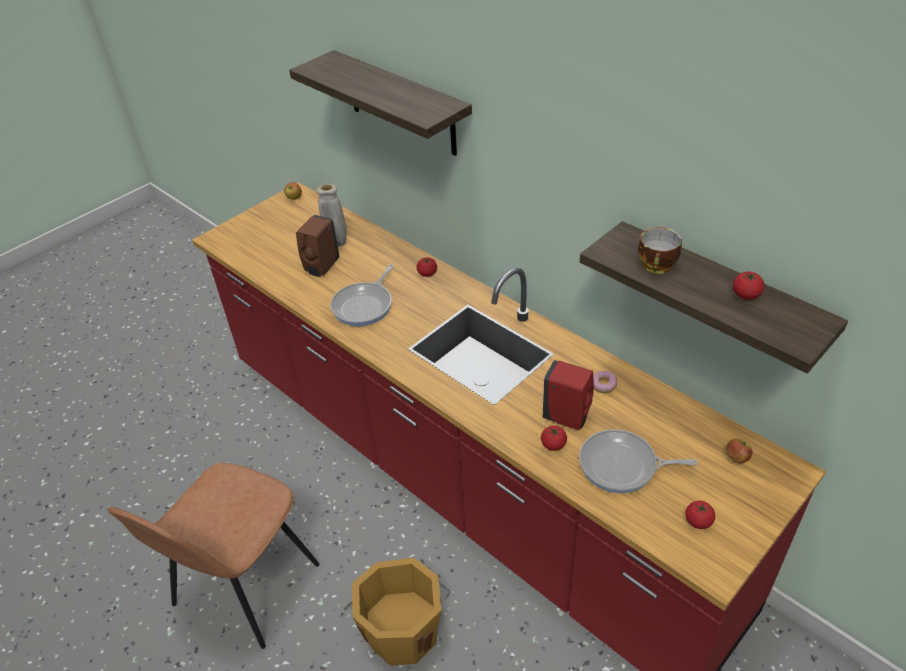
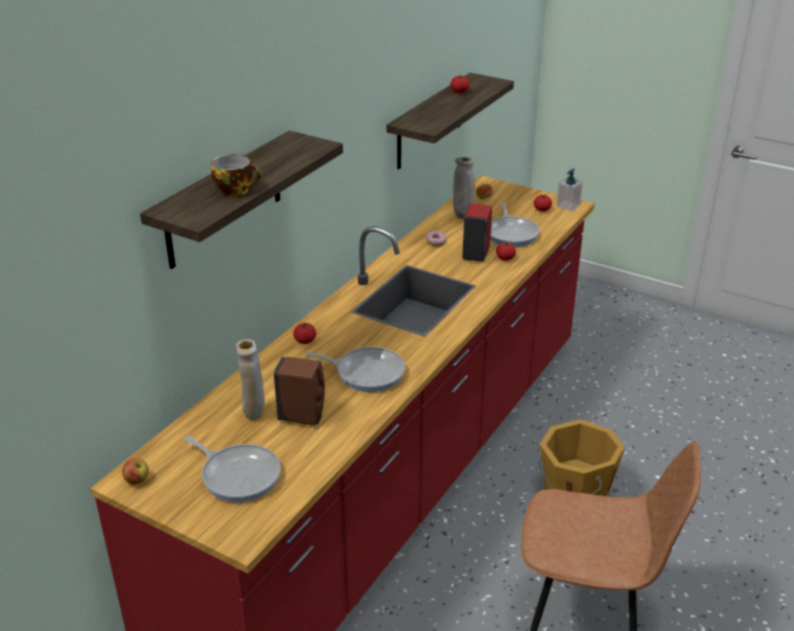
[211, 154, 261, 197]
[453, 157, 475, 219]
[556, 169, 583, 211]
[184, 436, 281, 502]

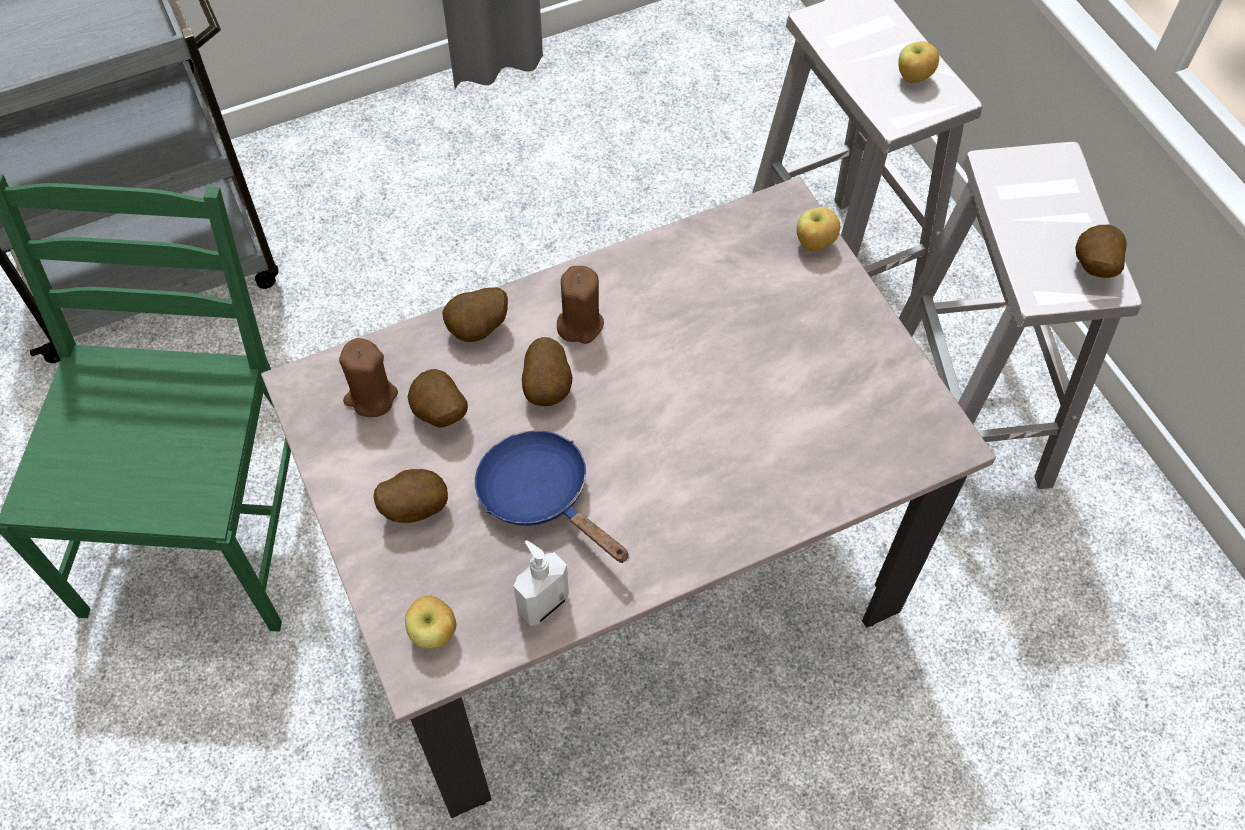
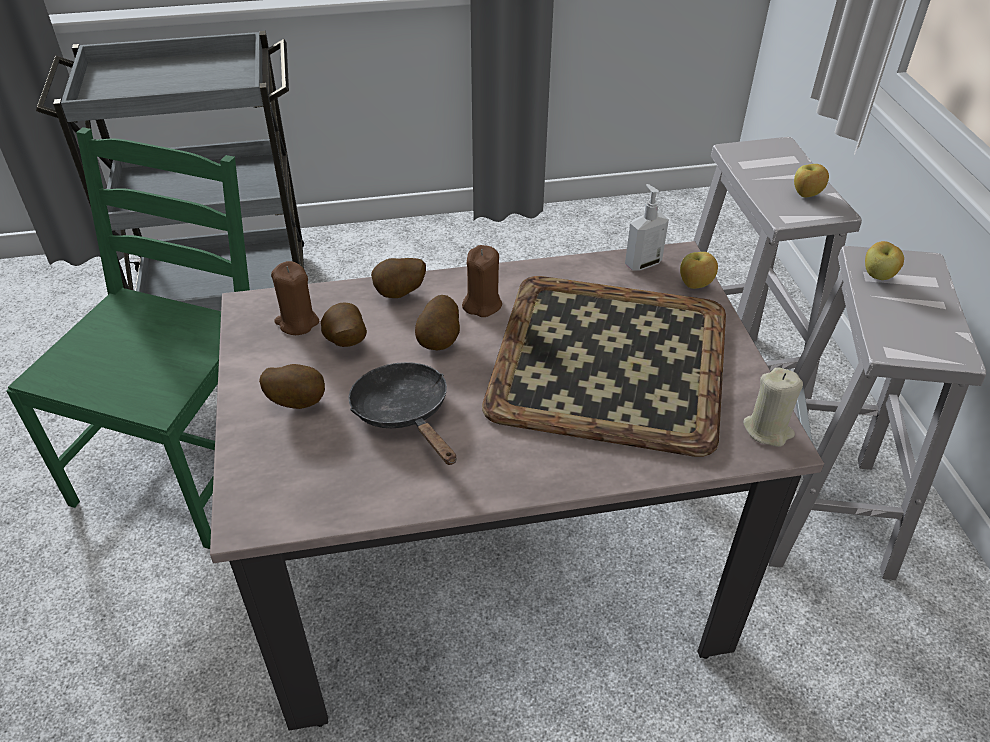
[1075, 225, 1126, 278] (first image)
[348, 362, 457, 465]
[625, 184, 669, 271]
[865, 241, 904, 280]
[482, 276, 726, 457]
[743, 367, 803, 447]

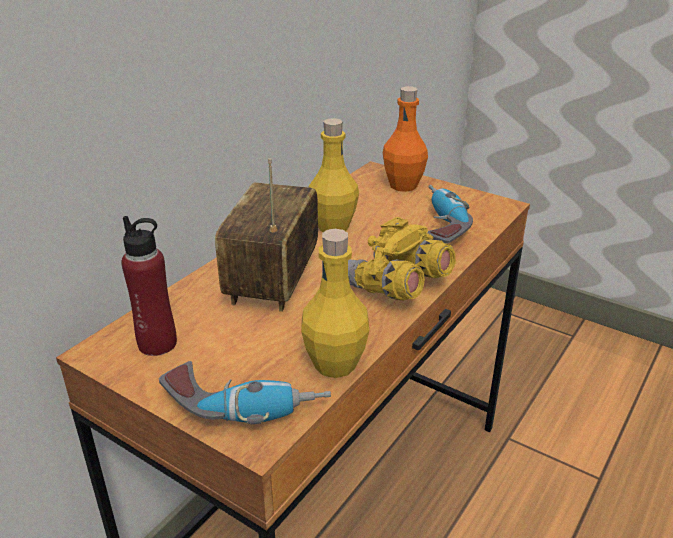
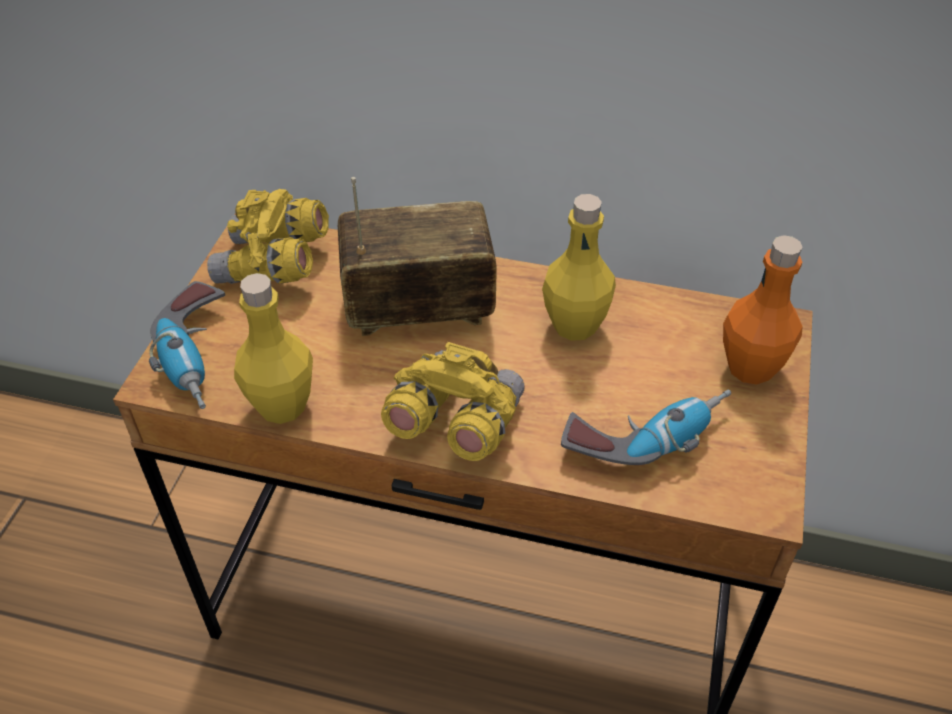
[207, 189, 329, 284]

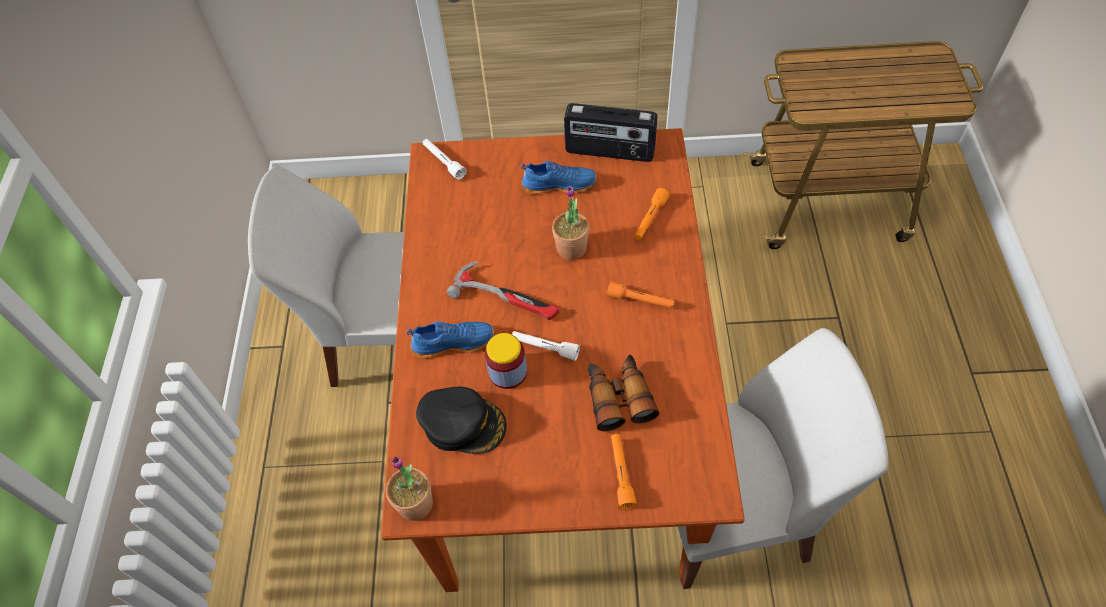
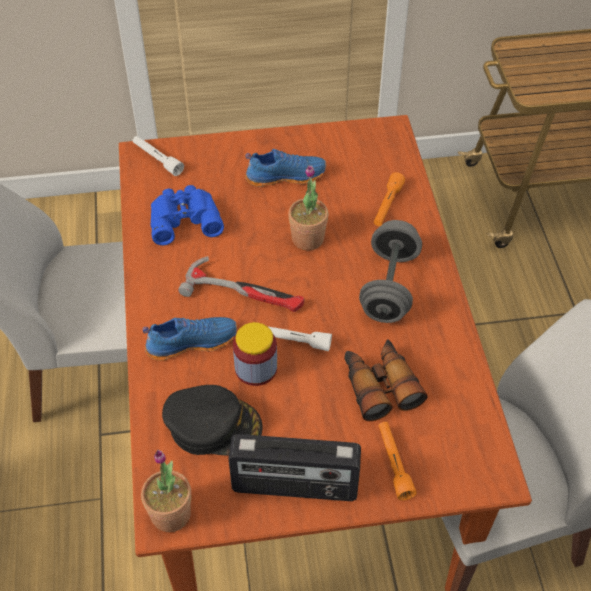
[229, 434, 361, 501]
[359, 220, 422, 323]
[150, 185, 224, 245]

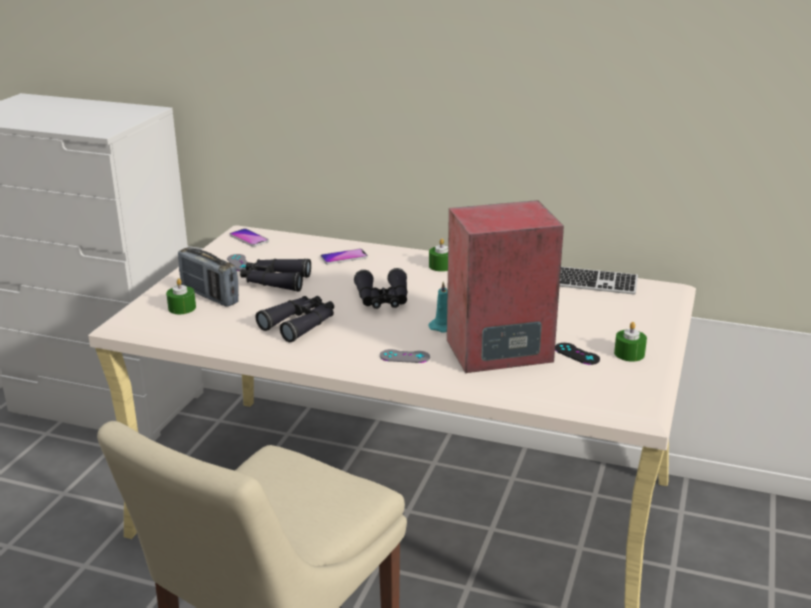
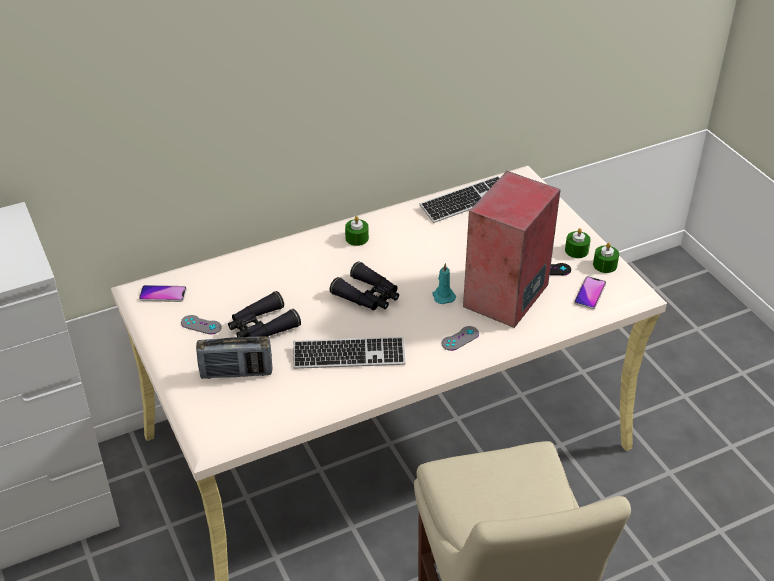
[574, 276, 606, 309]
[593, 243, 619, 273]
[293, 337, 406, 369]

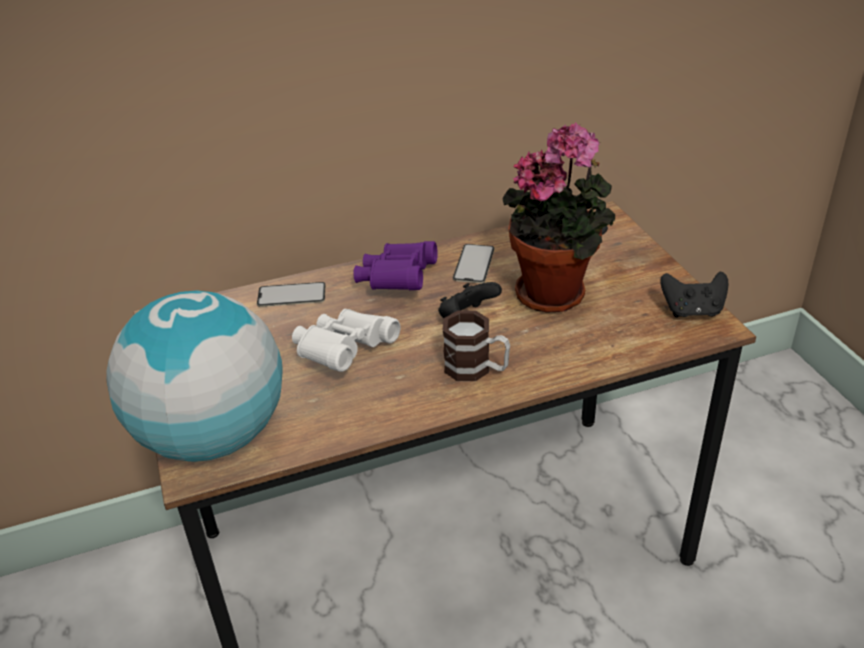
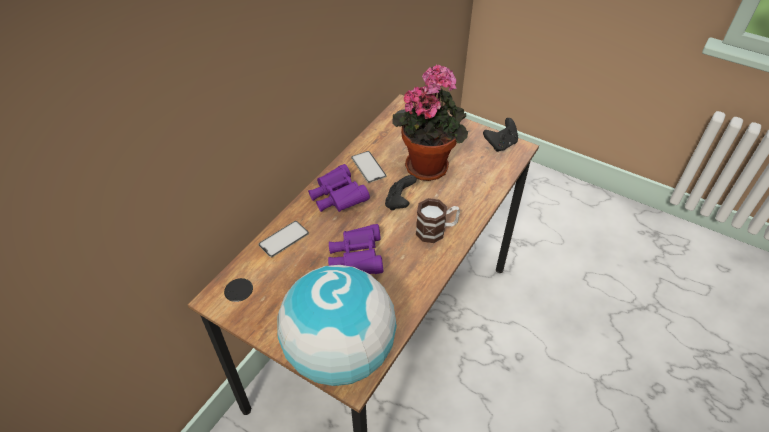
[328, 224, 383, 274]

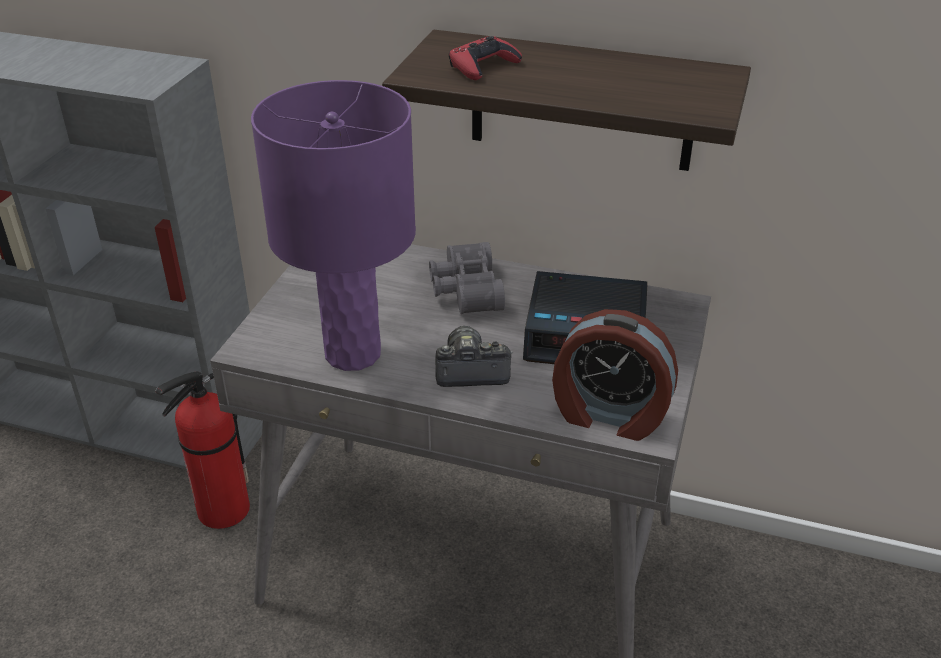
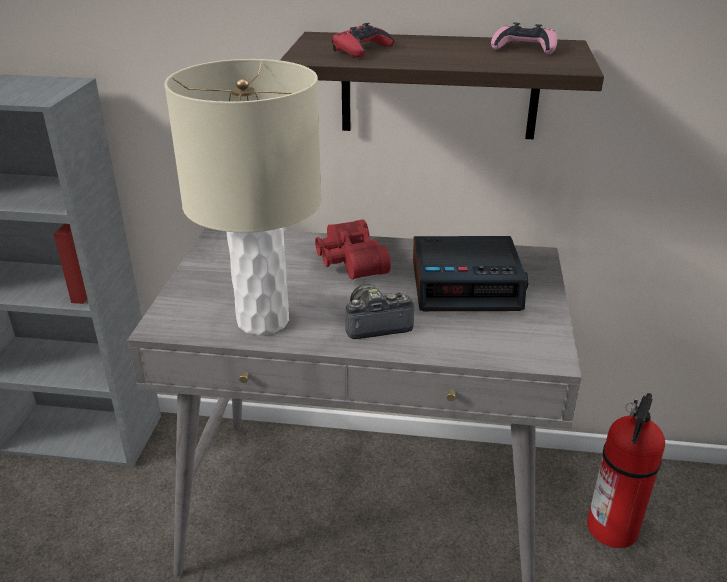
[164, 59, 322, 336]
[315, 220, 391, 280]
[552, 309, 678, 441] (first image)
[587, 393, 665, 548]
[491, 23, 557, 54]

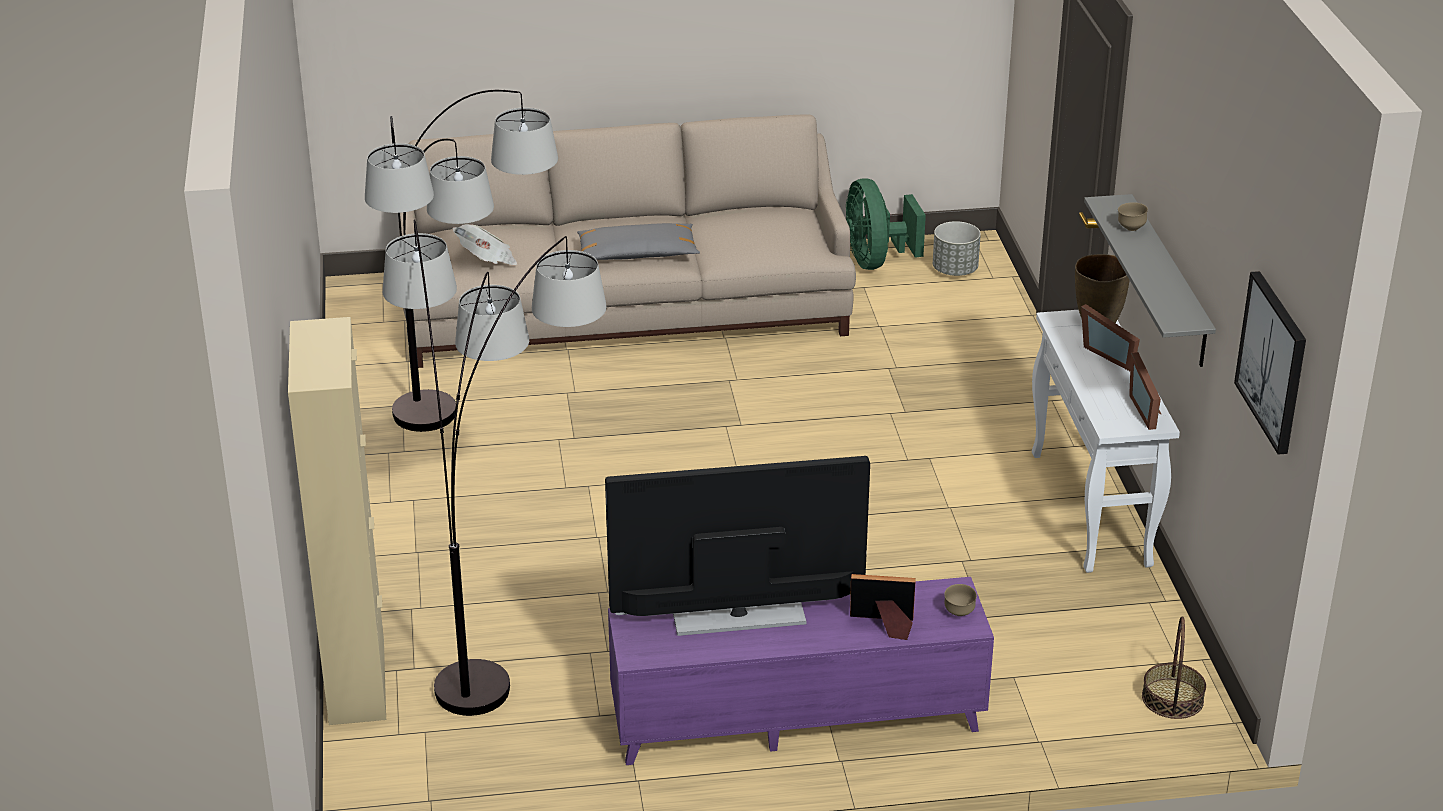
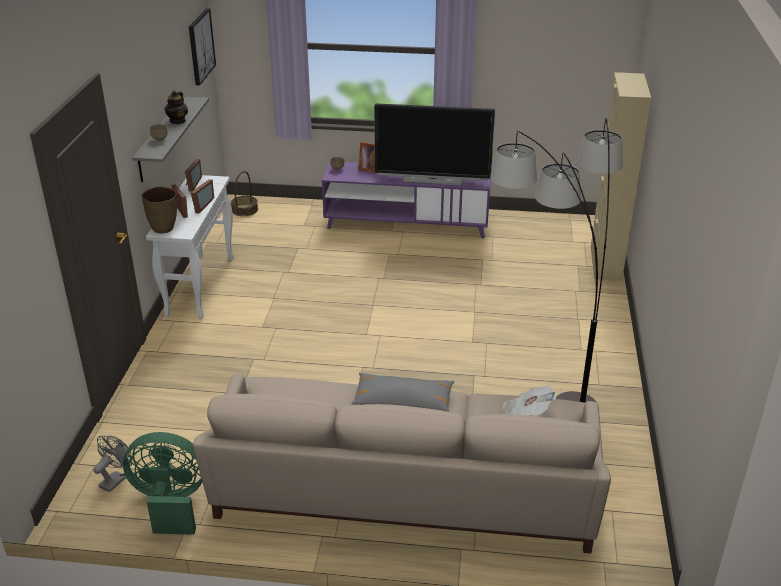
[123, 432, 202, 535]
[383, 219, 607, 716] (first image)
[94, 436, 132, 492]
[164, 91, 188, 124]
[191, 179, 214, 214]

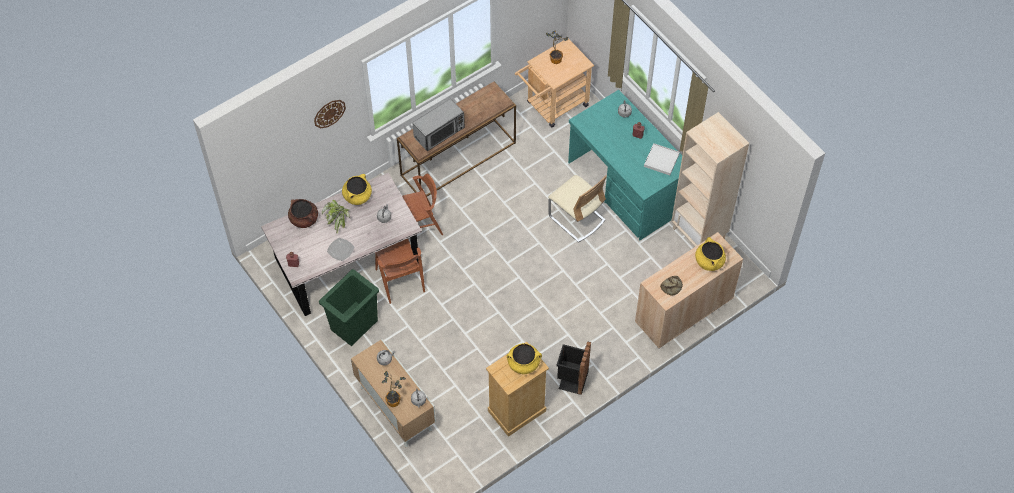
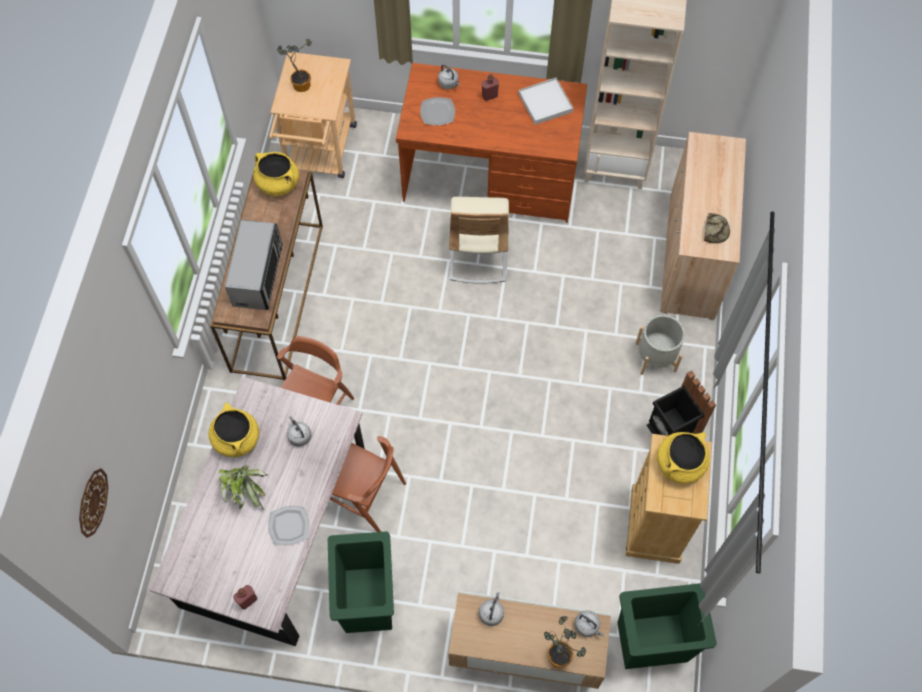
[396, 63, 587, 223]
[79, 468, 108, 538]
[449, 197, 509, 284]
[288, 199, 318, 228] (first image)
[253, 152, 299, 196]
[420, 97, 455, 125]
[635, 315, 685, 375]
[617, 583, 717, 669]

